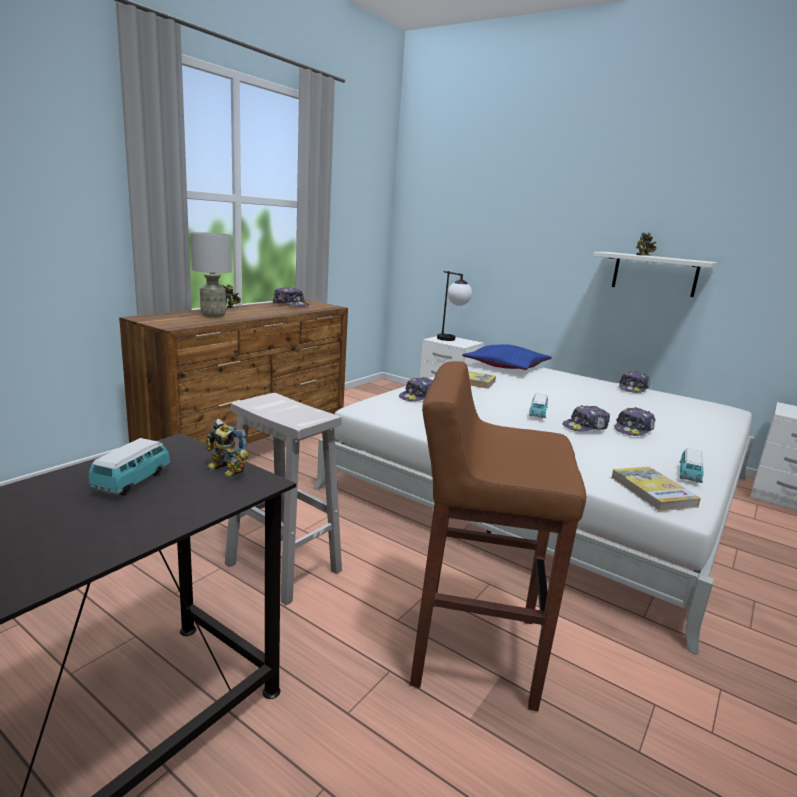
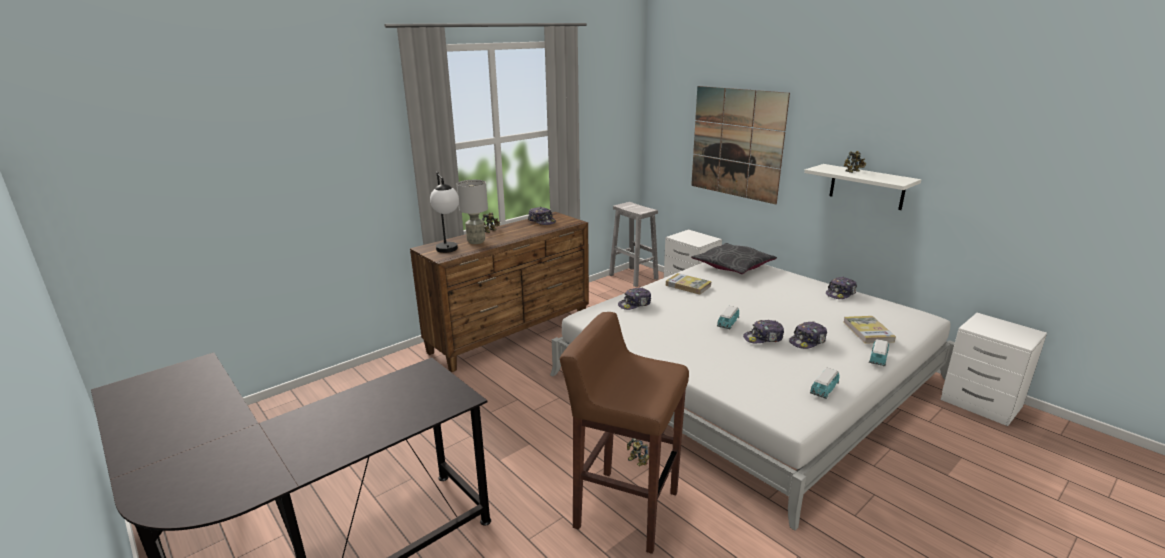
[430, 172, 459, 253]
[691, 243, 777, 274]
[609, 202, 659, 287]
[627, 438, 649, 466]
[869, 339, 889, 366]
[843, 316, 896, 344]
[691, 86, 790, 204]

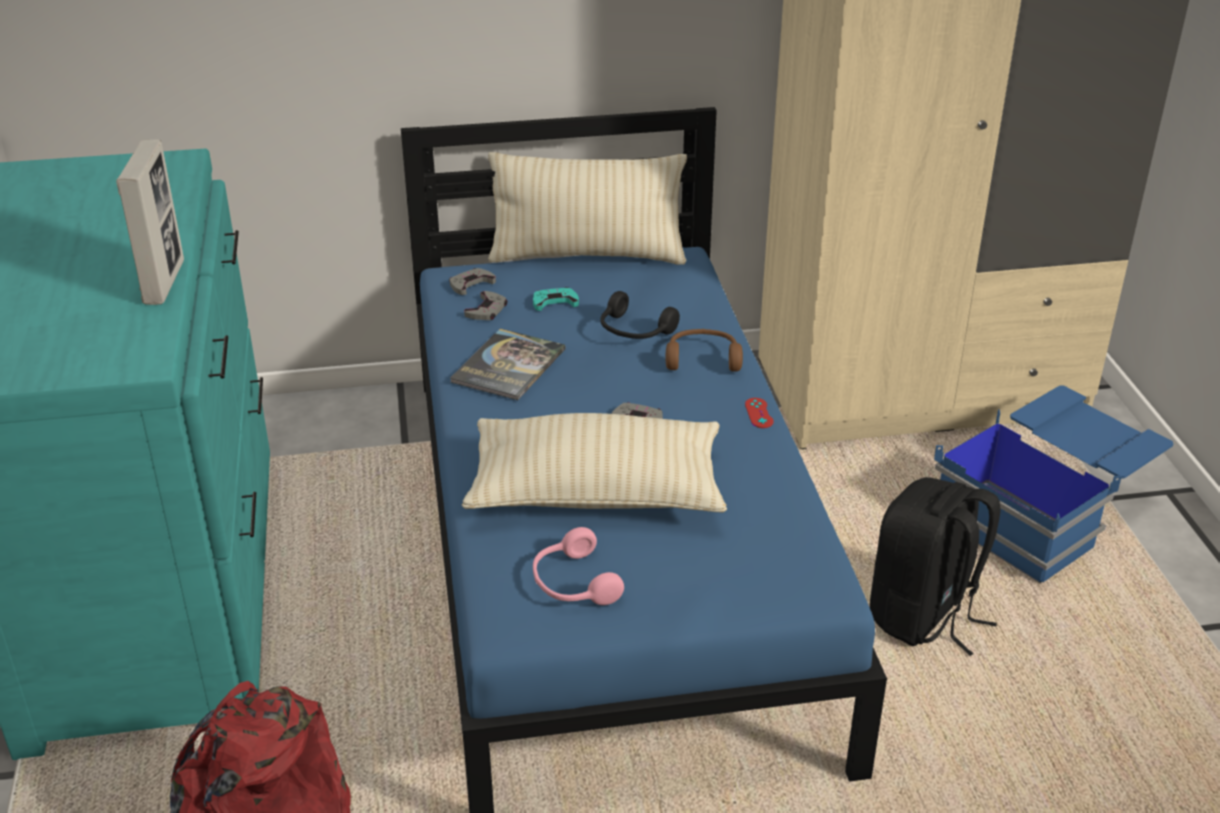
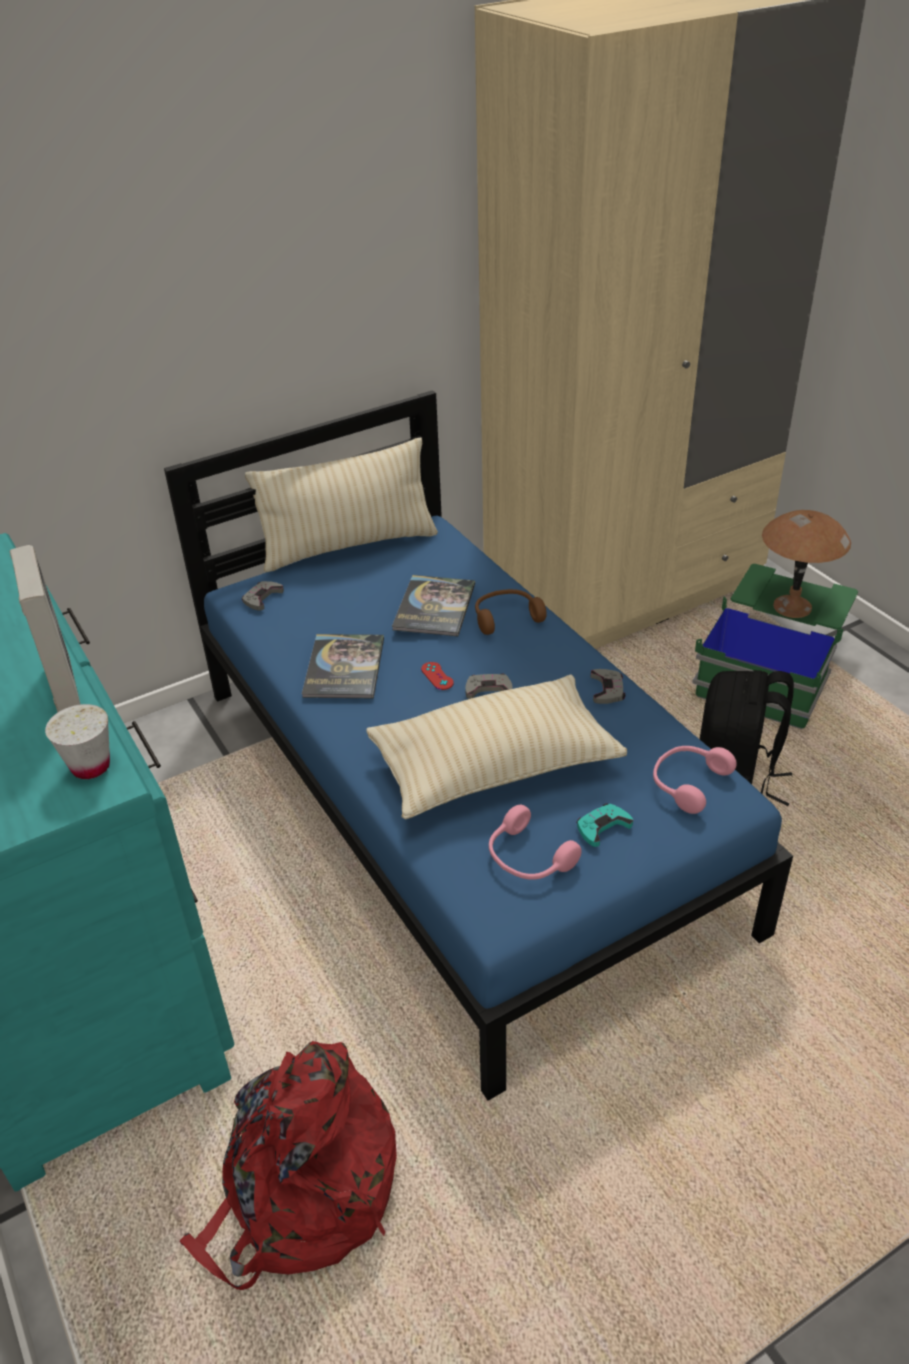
[577, 803, 633, 847]
[590, 669, 625, 704]
[392, 575, 475, 636]
[693, 564, 858, 729]
[421, 662, 454, 690]
[762, 510, 851, 618]
[45, 704, 110, 779]
[653, 746, 737, 814]

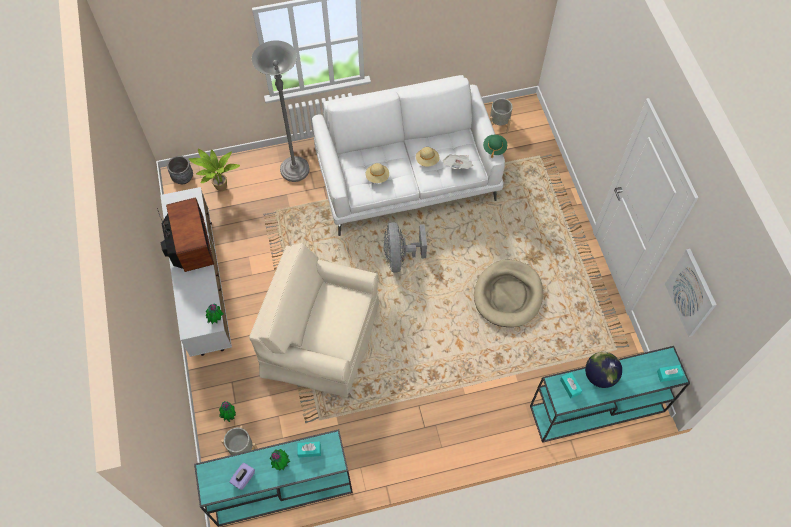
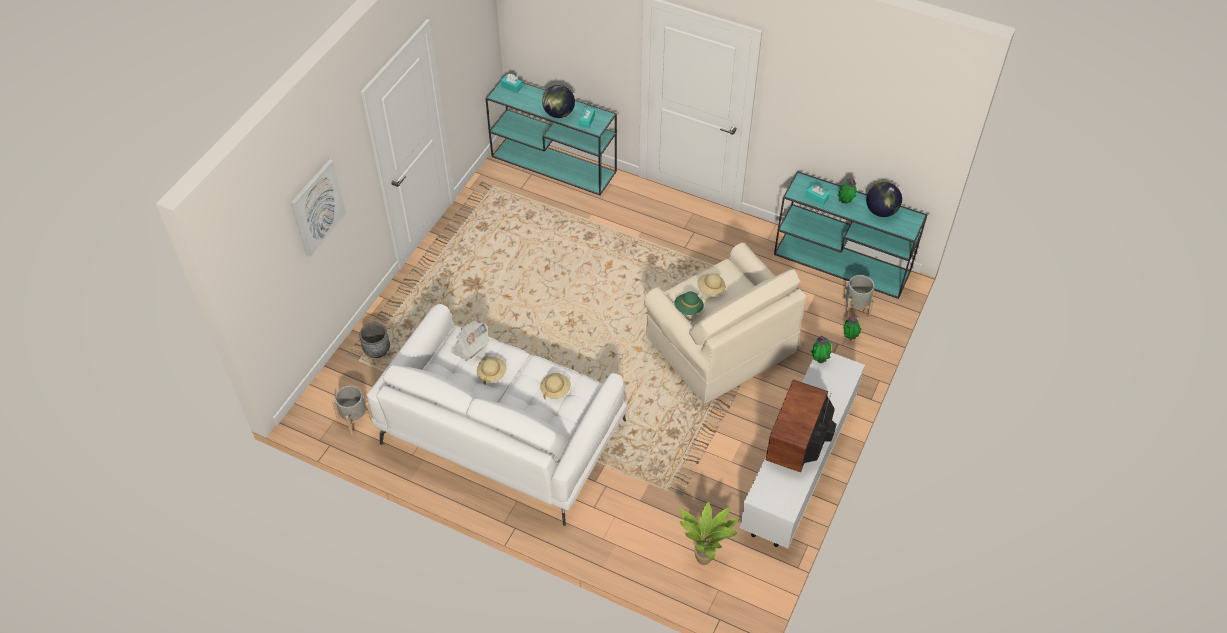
[252, 40, 310, 182] (first image)
[674, 291, 704, 315]
[359, 323, 390, 358]
[383, 222, 427, 273] (first image)
[291, 159, 346, 257]
[474, 260, 543, 327] (first image)
[866, 182, 902, 217]
[697, 273, 726, 296]

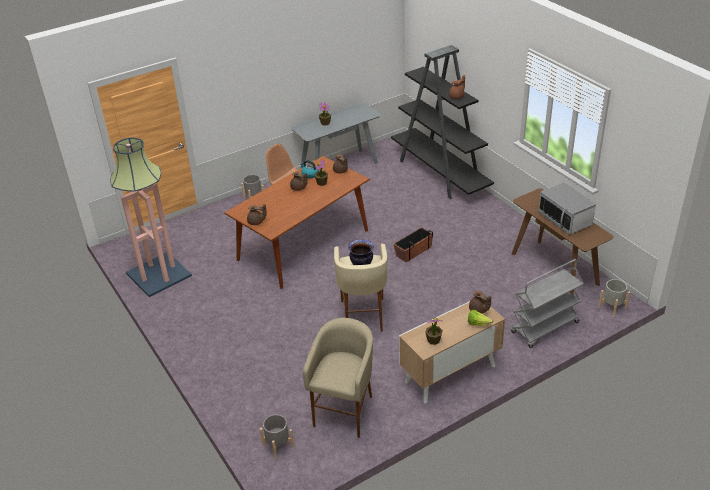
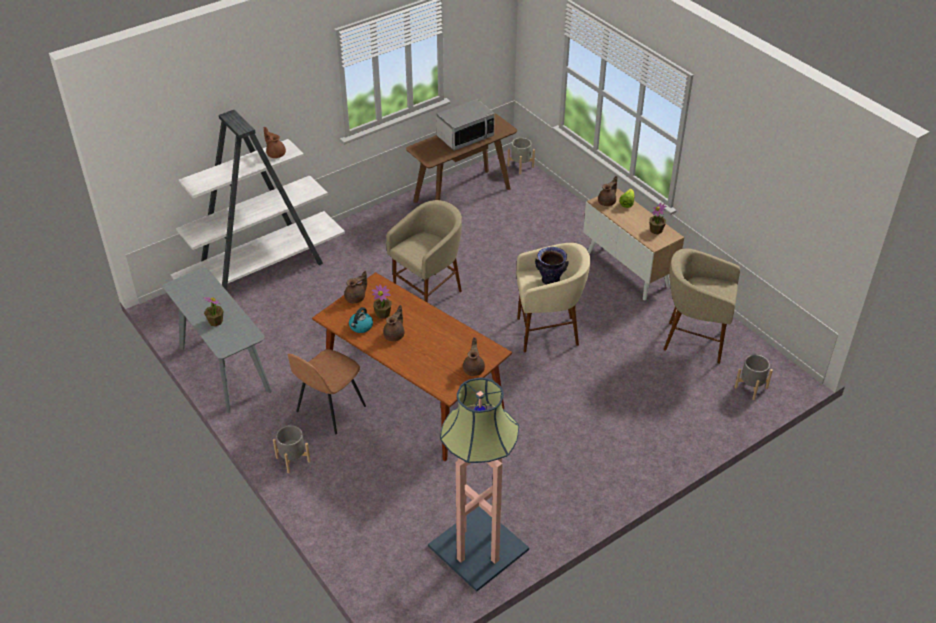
[171, 110, 345, 291]
[386, 200, 462, 303]
[511, 259, 584, 348] (first image)

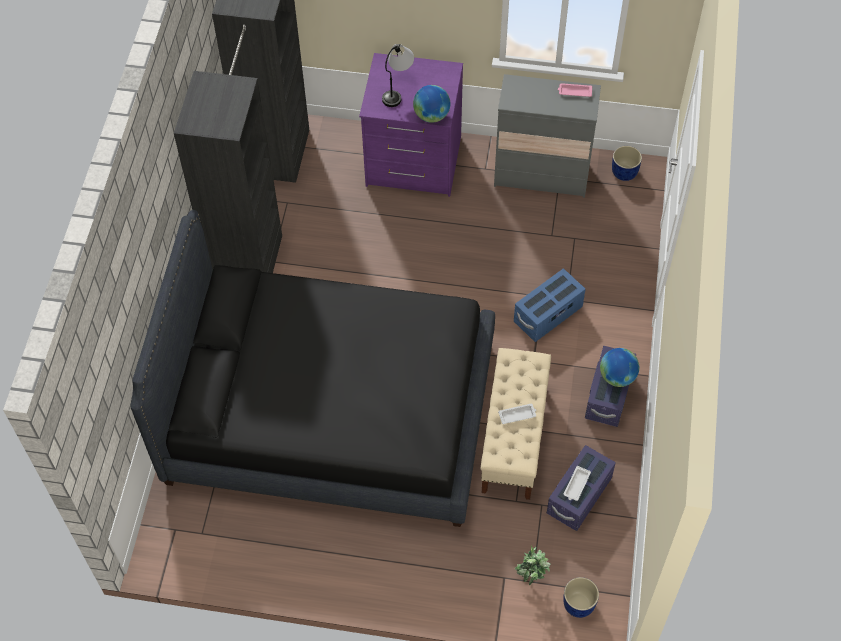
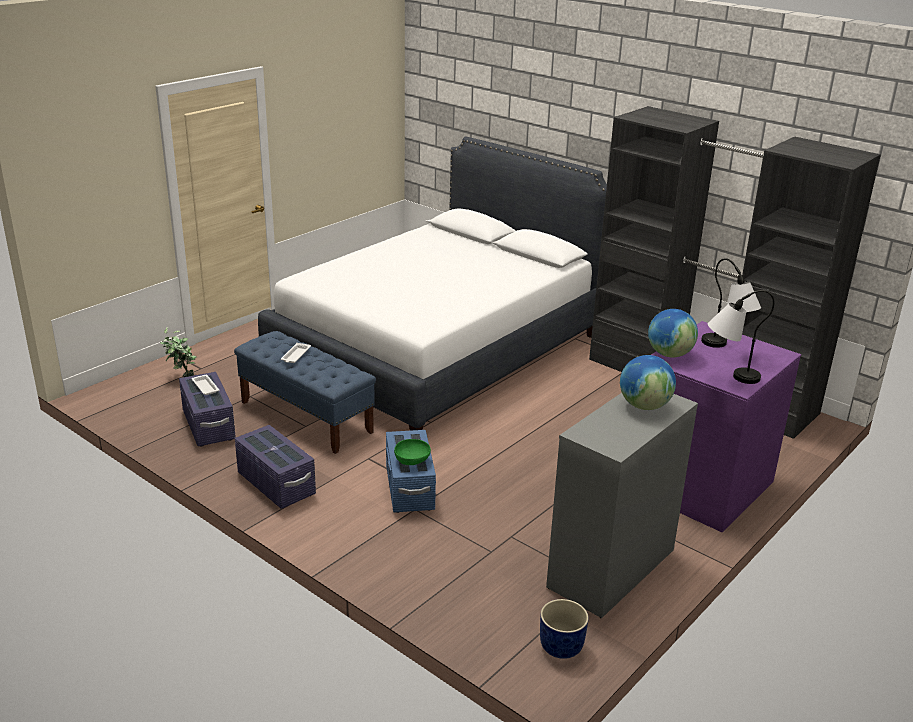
[558, 83, 592, 97] (first image)
[258, 137, 607, 431]
[234, 331, 376, 454]
[620, 355, 676, 410]
[563, 577, 599, 618] (first image)
[708, 290, 775, 384]
[394, 439, 431, 465]

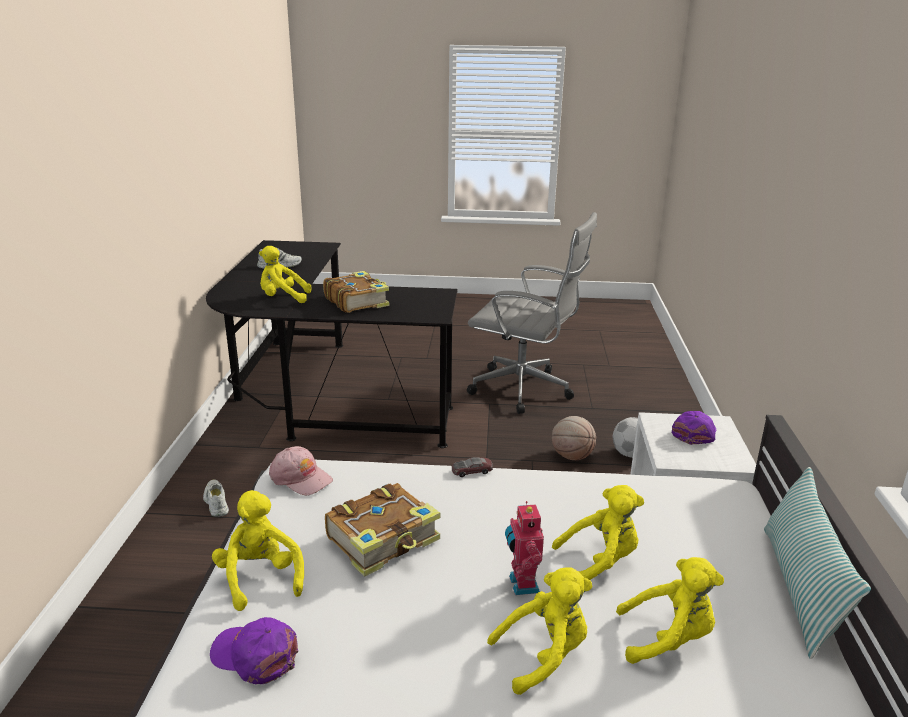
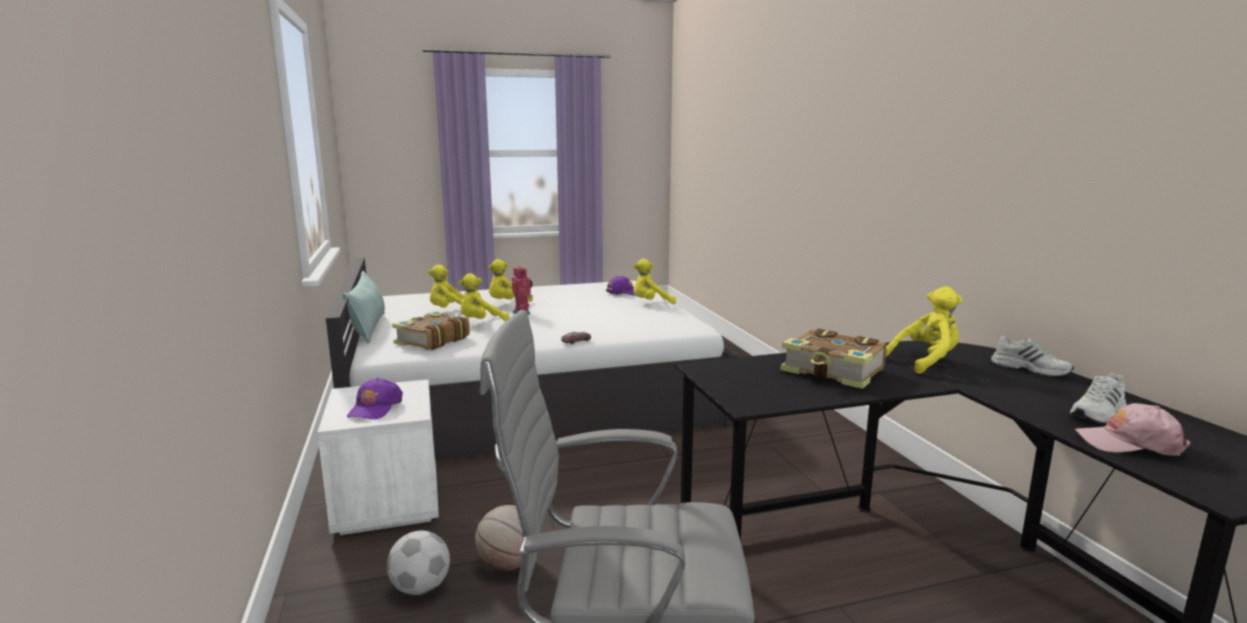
[1075, 403, 1191, 456]
[991, 335, 1074, 377]
[392, 311, 470, 350]
[633, 259, 676, 304]

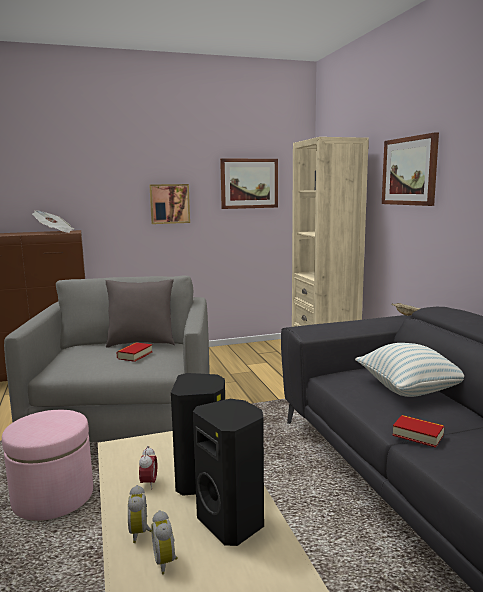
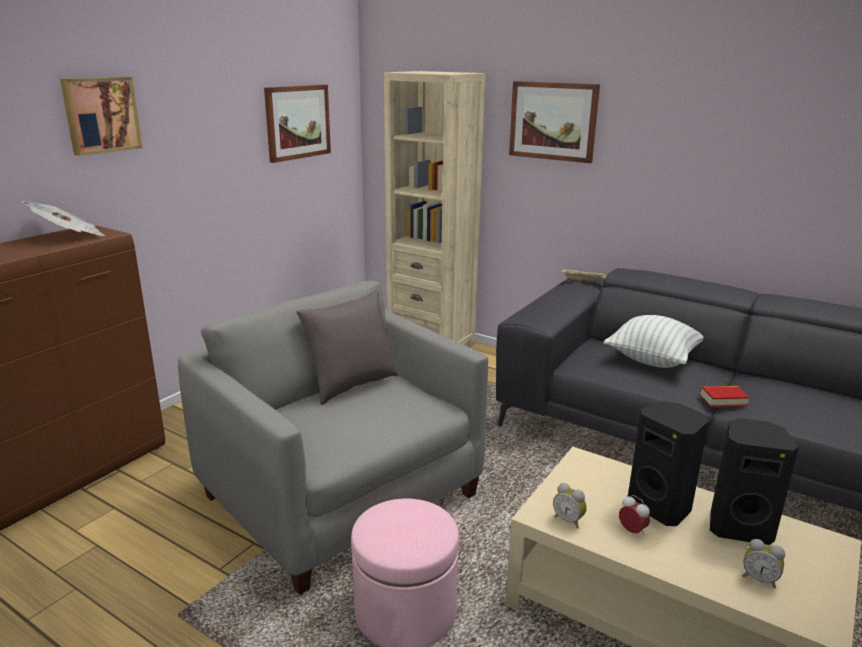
[60, 77, 143, 156]
[116, 342, 152, 362] (first image)
[553, 483, 587, 529]

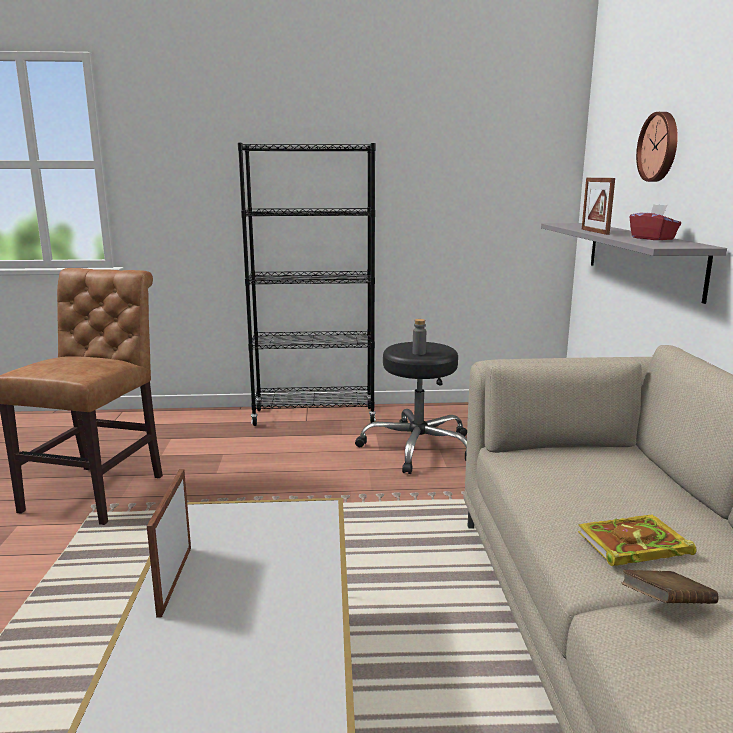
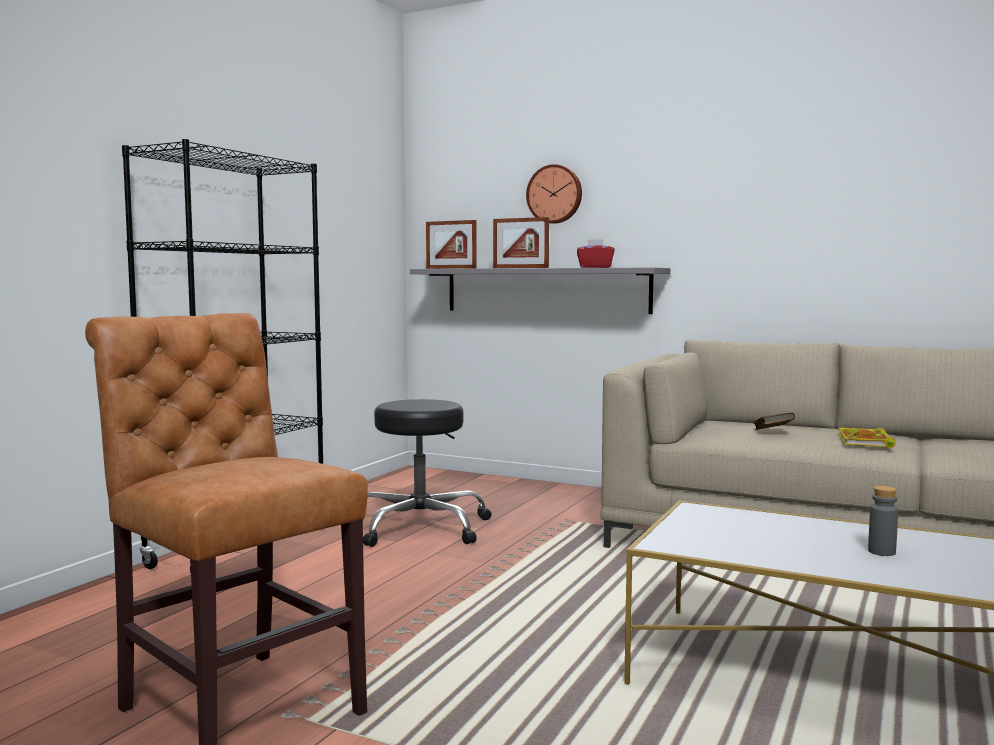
[868, 486, 898, 556]
[426, 220, 477, 269]
[753, 412, 795, 430]

